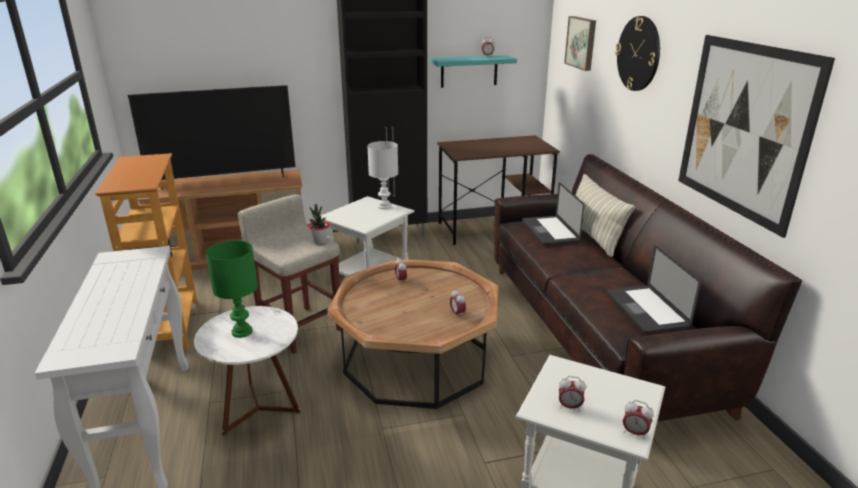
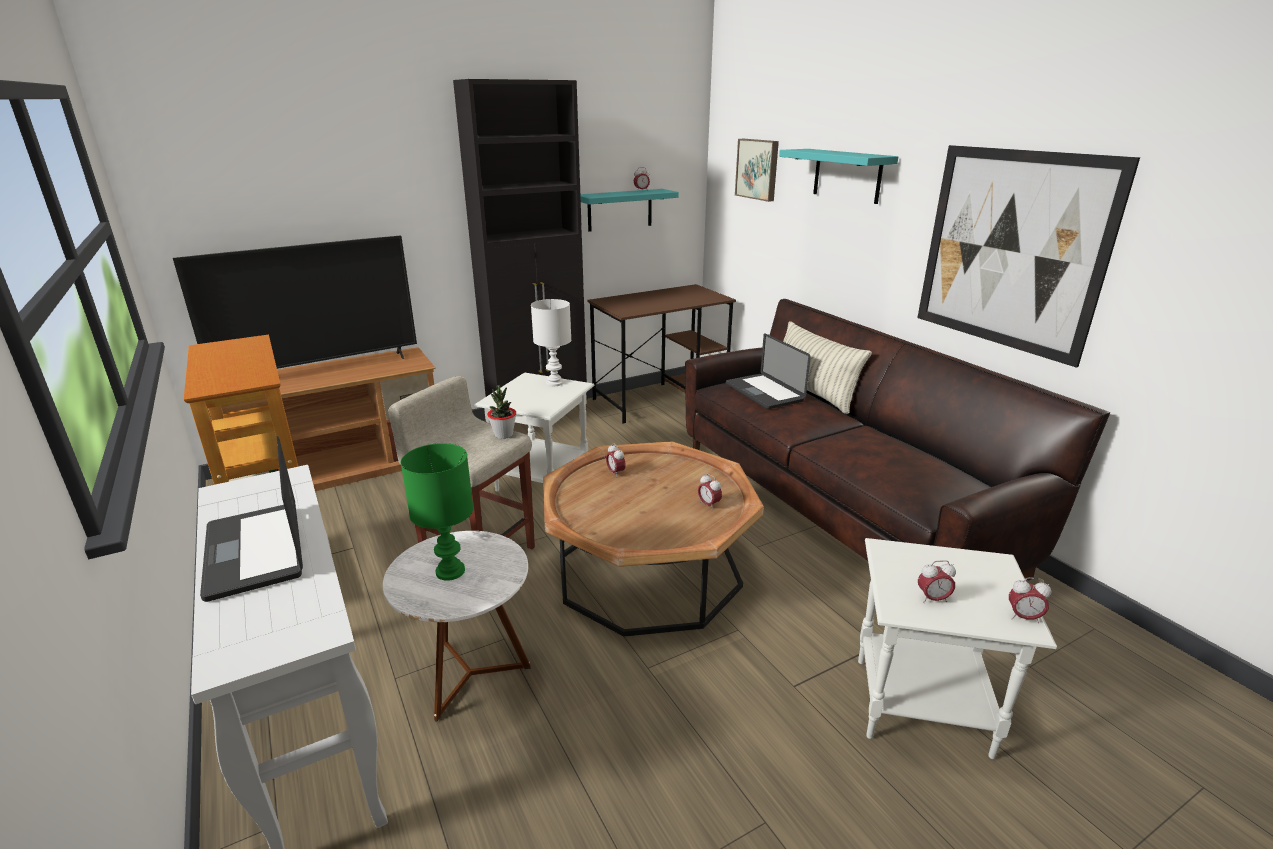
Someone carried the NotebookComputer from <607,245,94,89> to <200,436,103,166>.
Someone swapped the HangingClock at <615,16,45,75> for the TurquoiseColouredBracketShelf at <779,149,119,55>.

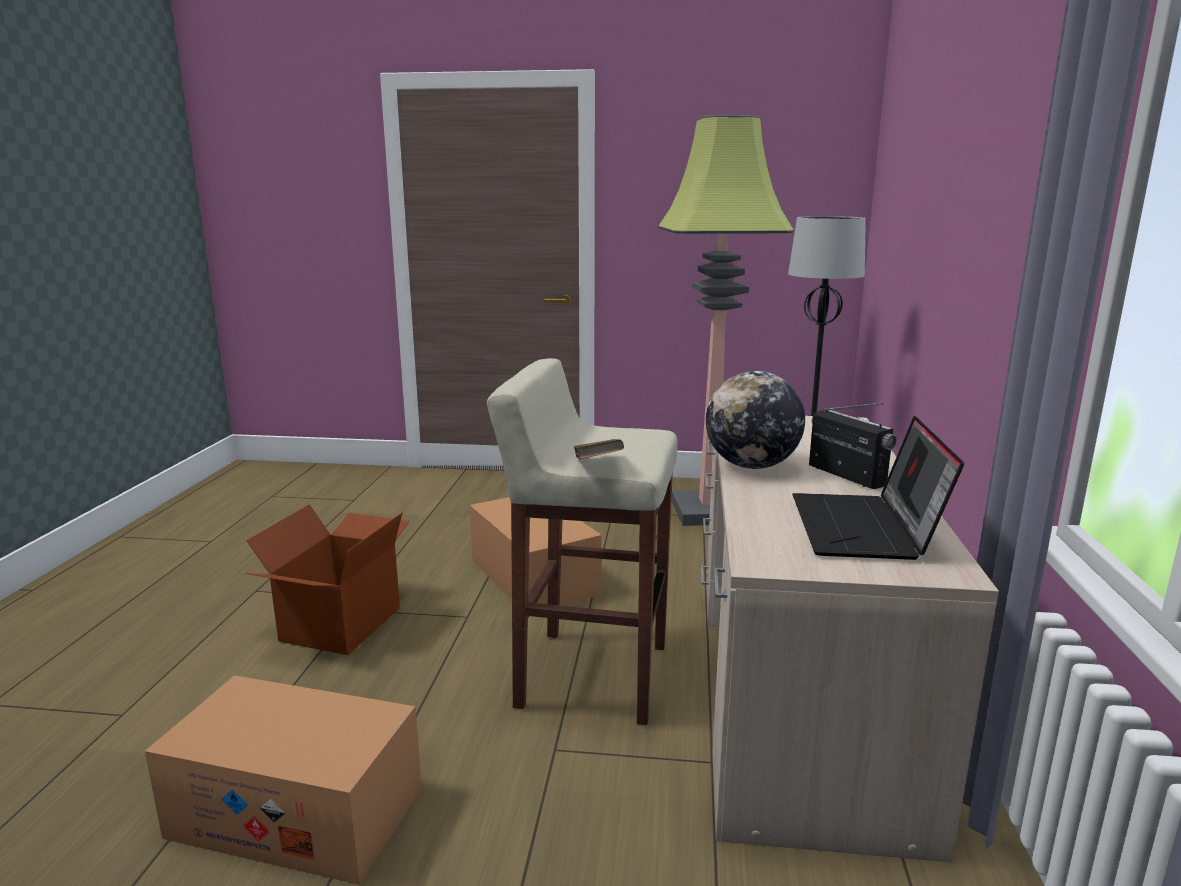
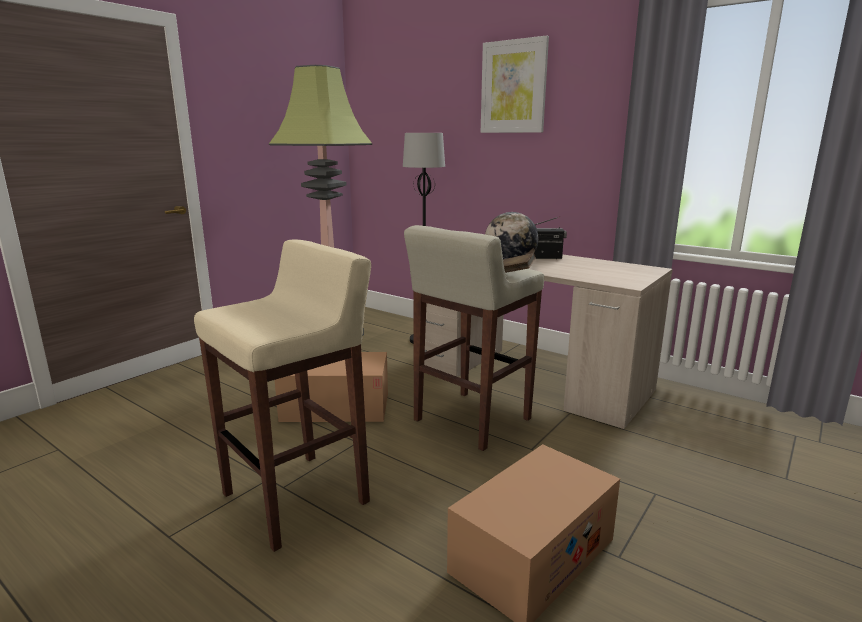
Someone swapped the CardboardBox at <245,504,164,151> for the BeigeColouredStool at <194,239,177,313>.
Someone put up the WallArt at <481,35,68,98>.
Someone took away the NotebookComputer at <792,416,172,144>.

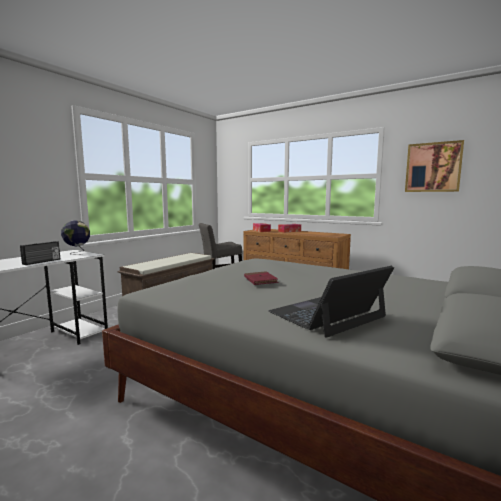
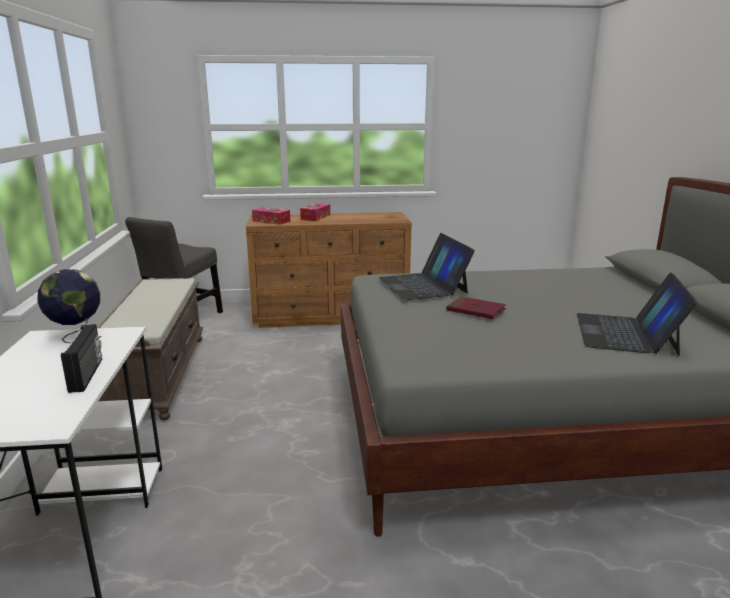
Someone put down the NotebookComputer at <379,233,96,67>.
Someone took away the WallArt at <405,140,59,52>.

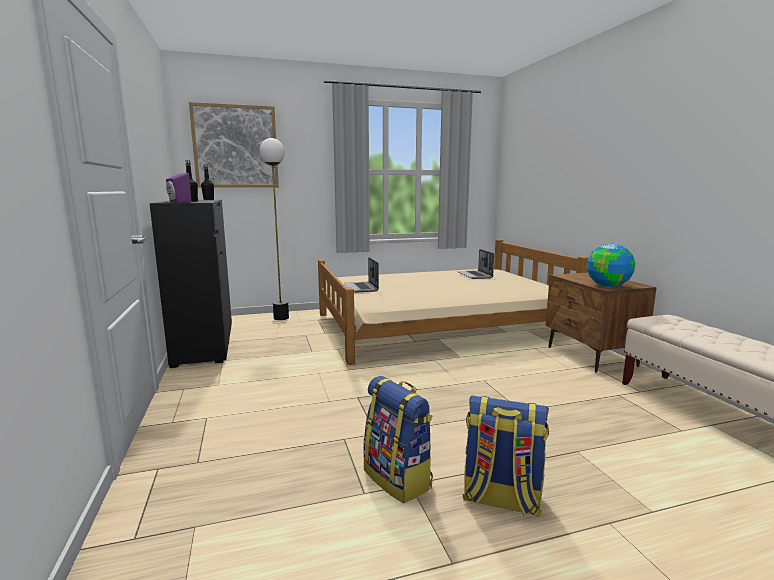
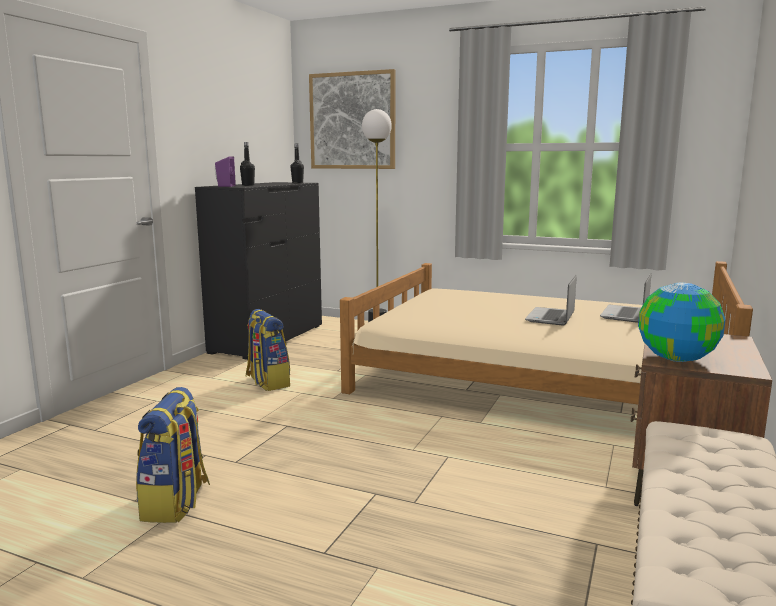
Someone carried the Rucksack from <462,396,87,121> to <245,309,45,82>.
Someone carried the NotebookComputer from <344,257,35,36> to <525,275,52,51>.

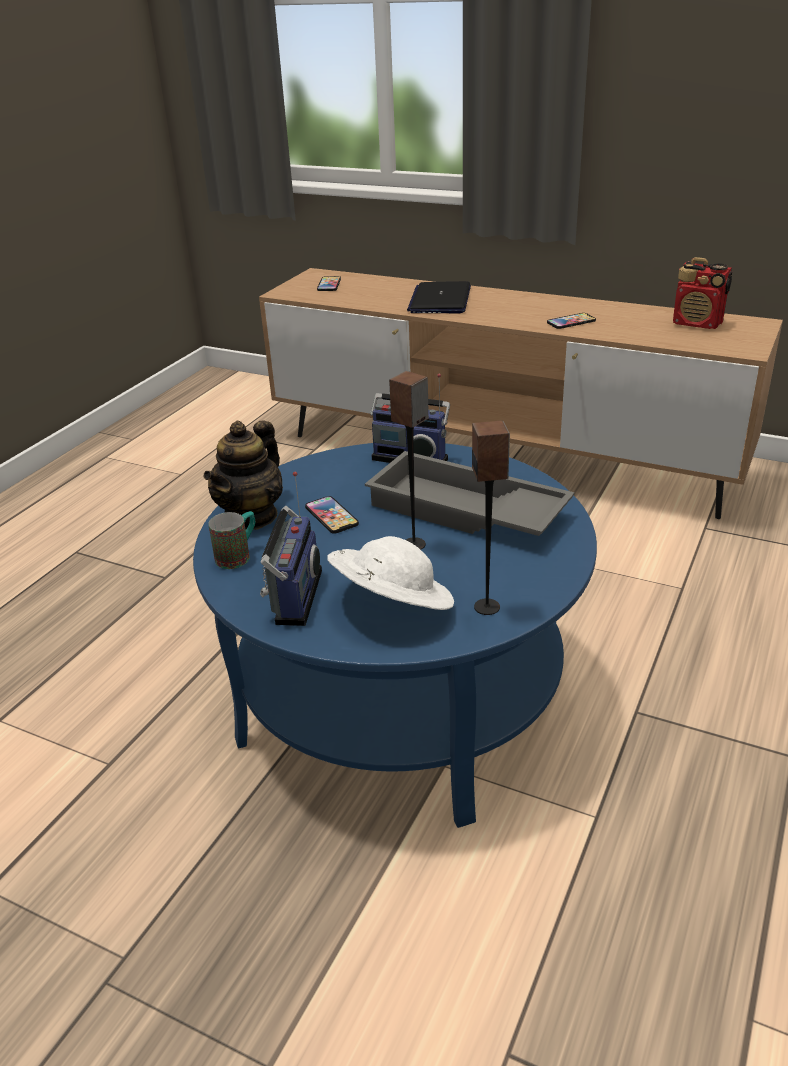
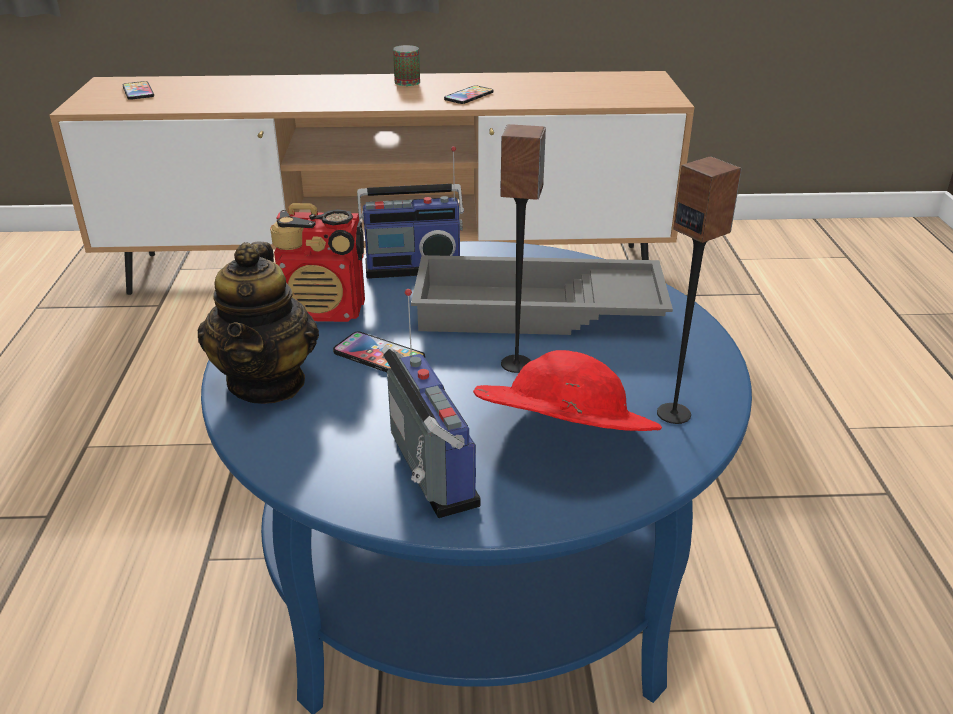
Someone carried the RadioReceiver from <673,257,59,72> to <270,203,95,119>.
Someone carried the CoffeeMug from <208,511,47,58> to <393,45,27,41>.
Someone repainted the WhitishHat at <327,536,127,74>, which became the RedHat at <473,350,189,81>.
Someone took away the NotebookComputer at <407,281,64,32>.

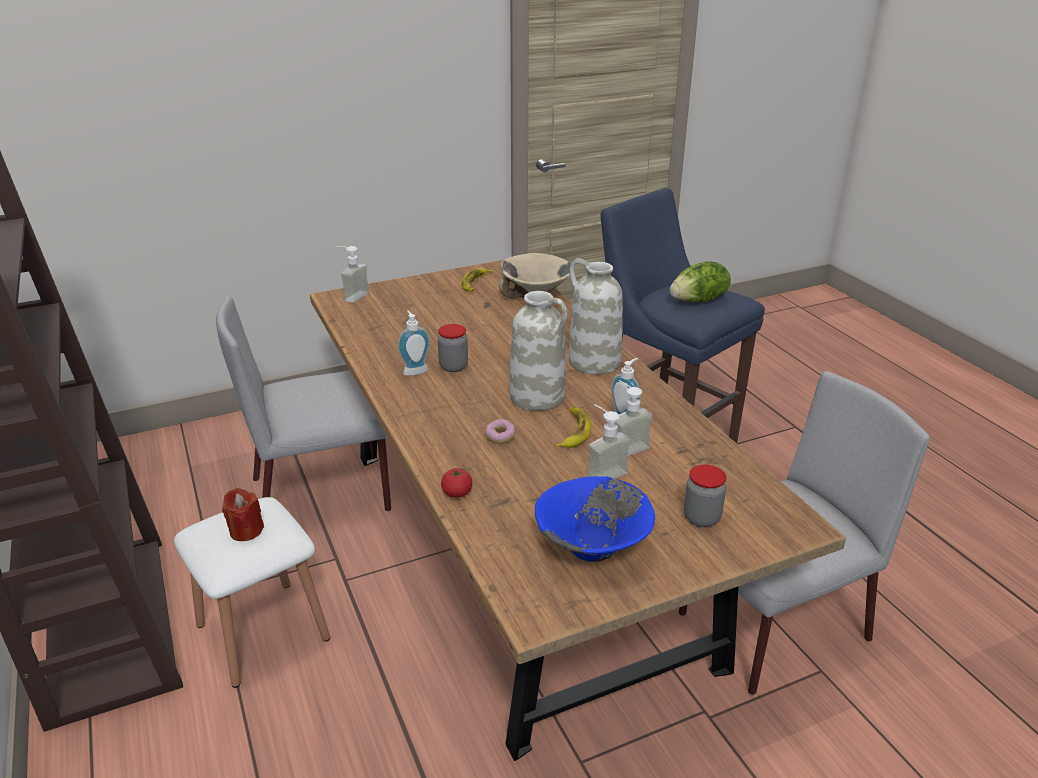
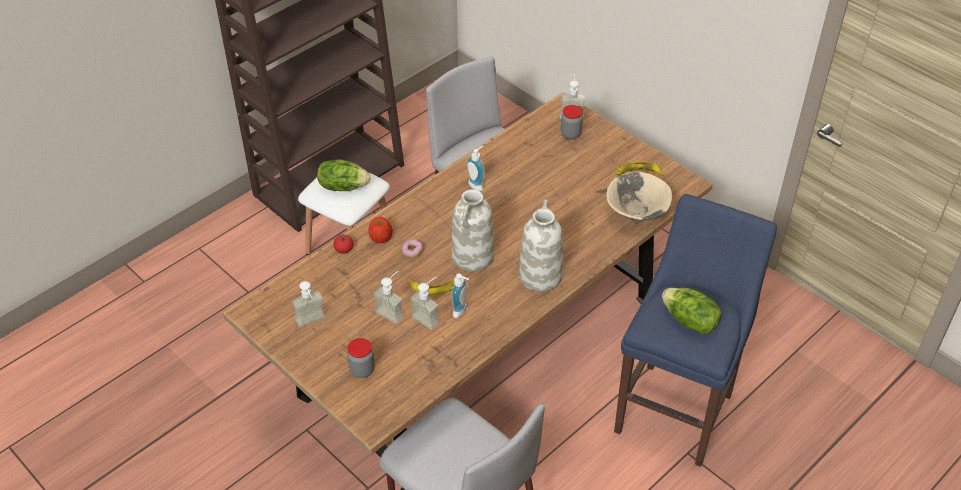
Someone swapped the BlueColouredServingBowl at <535,476,120,86> for the SoapDispenser at <292,281,33,46>.
Someone swapped the RedCandle at <222,488,42,53> for the Lettuce at <317,159,54,32>.
Someone put down the Apple at <368,217,25,26>.
Someone carried the Jar from <438,324,30,48> to <561,105,22,35>.

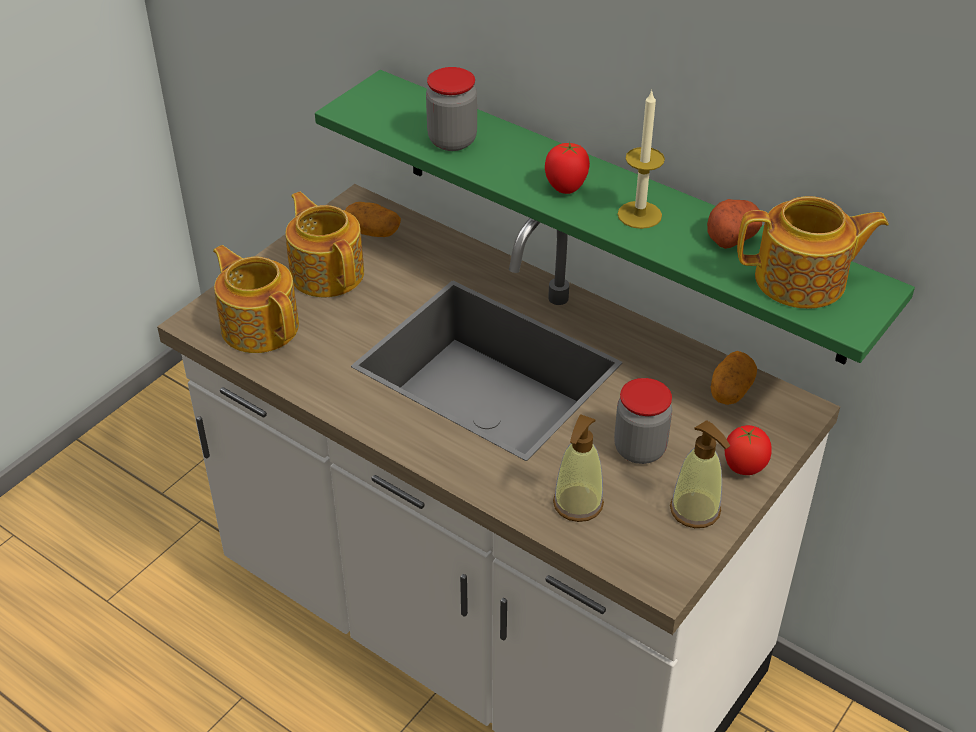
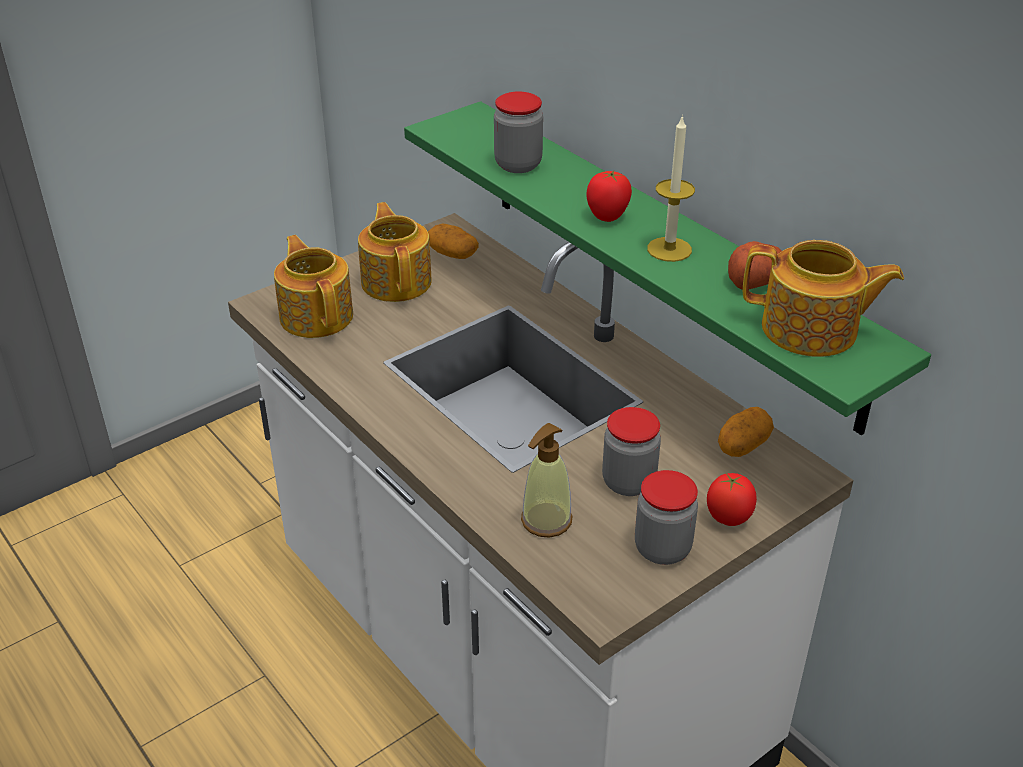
Someone swapped the SoapDispenser at <670,420,60,108> for the Jar at <635,470,63,95>.

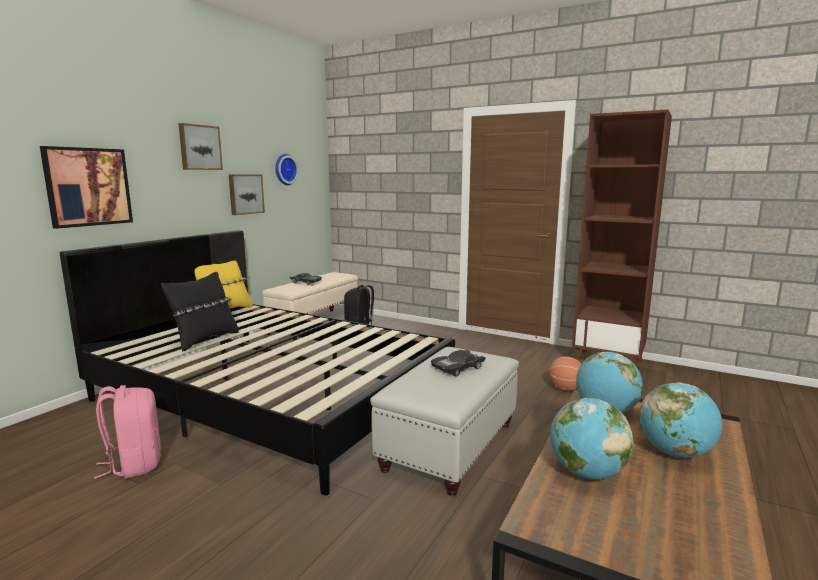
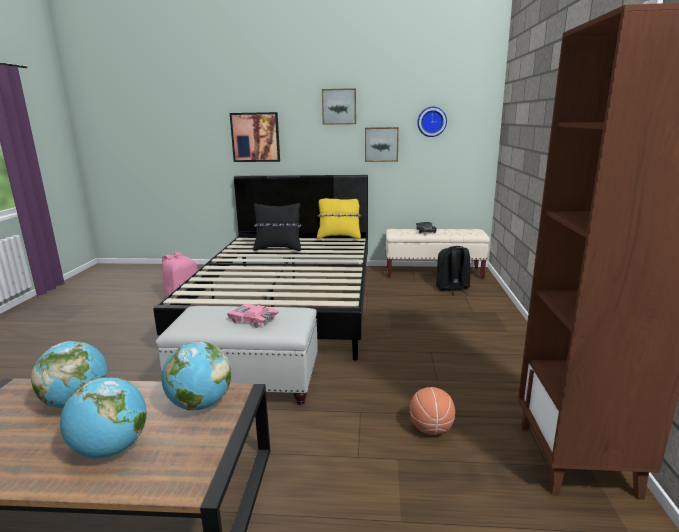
Someone repainted the BlackModelCar at <431,350,55,27>, which became the PinkModelCar at <227,304,52,24>.

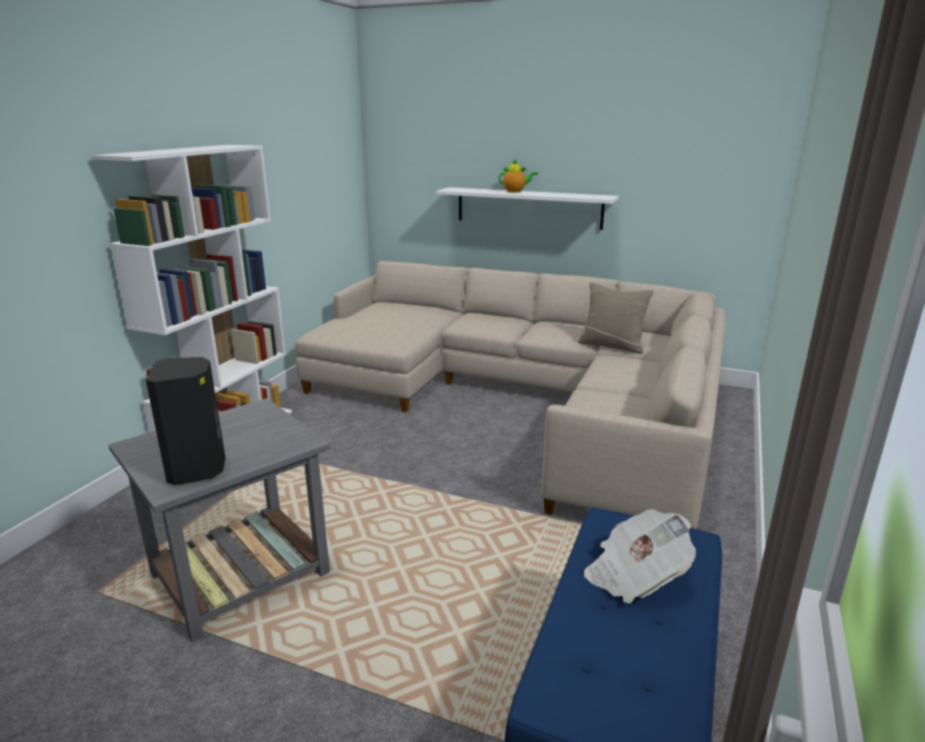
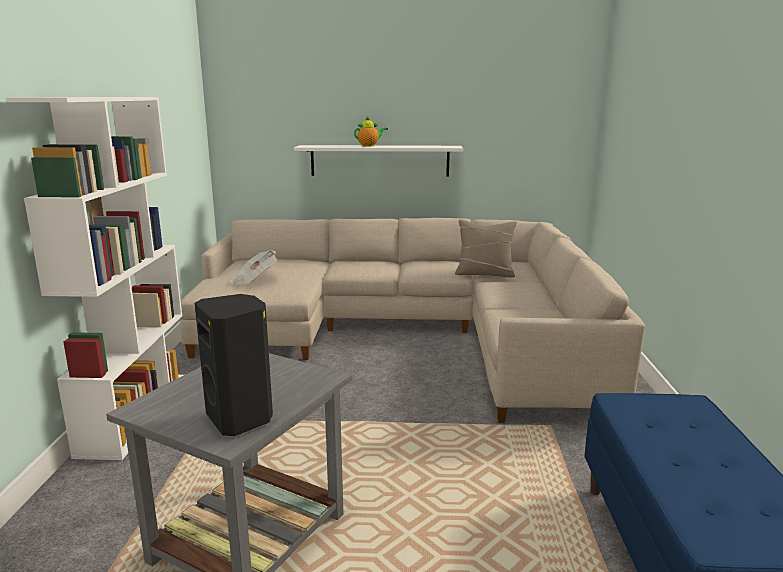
Someone carried the PrintedPaper from <584,509,112,95> to <230,250,47,34>.

